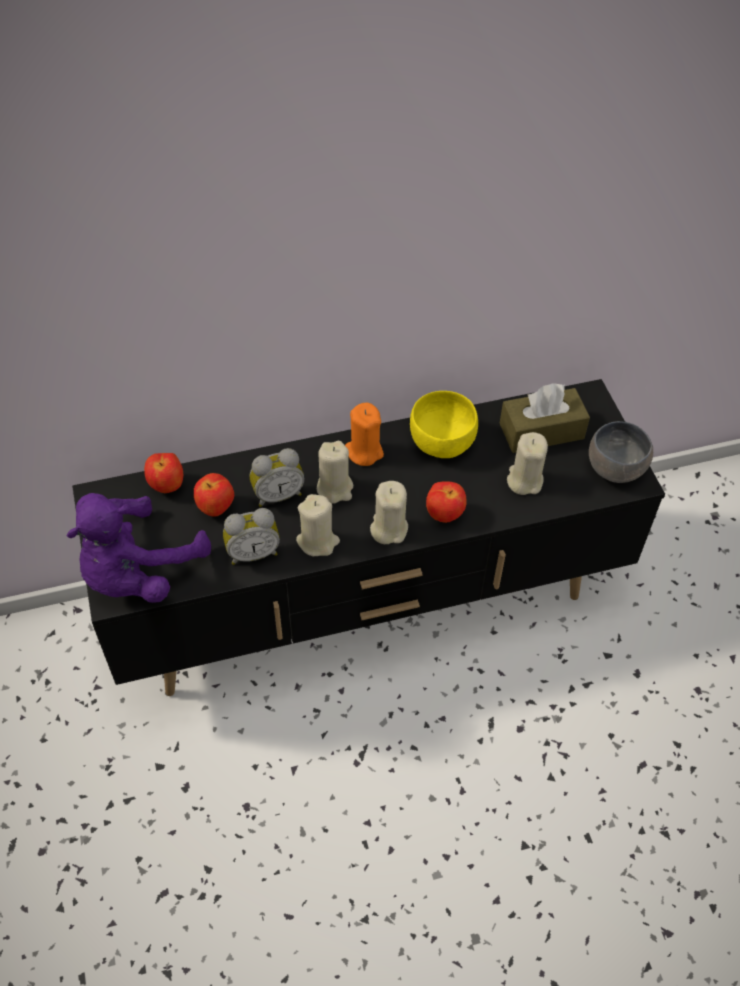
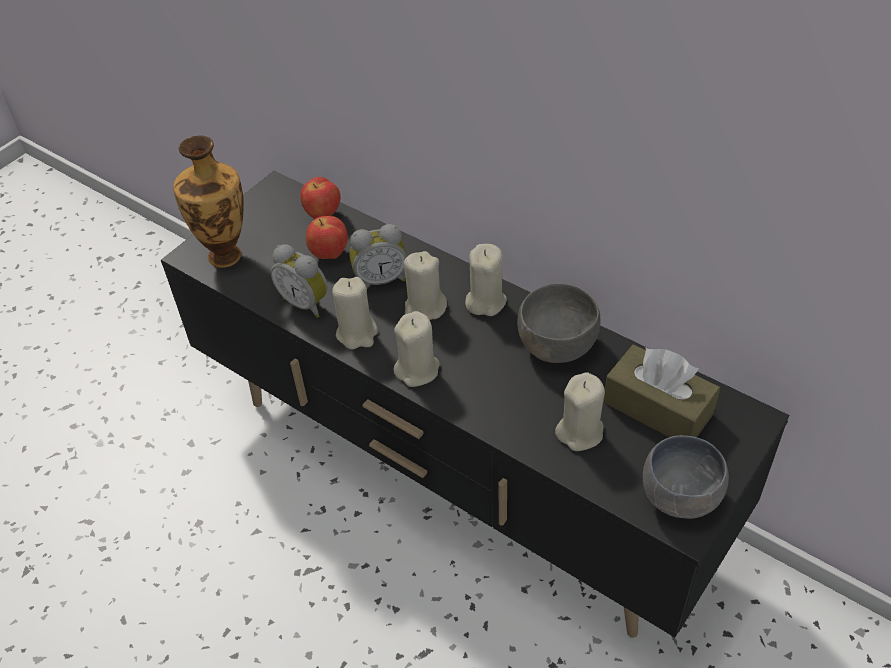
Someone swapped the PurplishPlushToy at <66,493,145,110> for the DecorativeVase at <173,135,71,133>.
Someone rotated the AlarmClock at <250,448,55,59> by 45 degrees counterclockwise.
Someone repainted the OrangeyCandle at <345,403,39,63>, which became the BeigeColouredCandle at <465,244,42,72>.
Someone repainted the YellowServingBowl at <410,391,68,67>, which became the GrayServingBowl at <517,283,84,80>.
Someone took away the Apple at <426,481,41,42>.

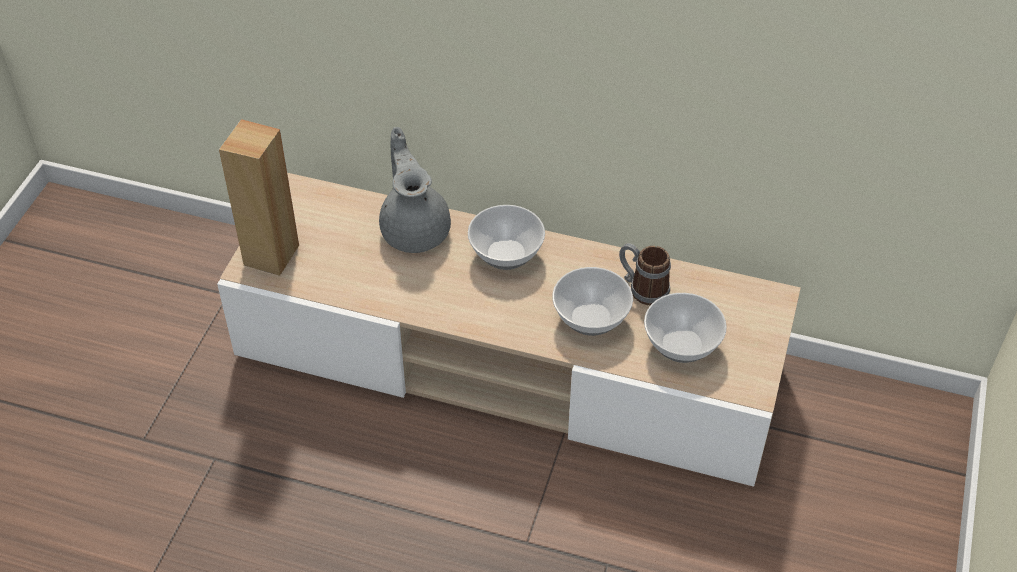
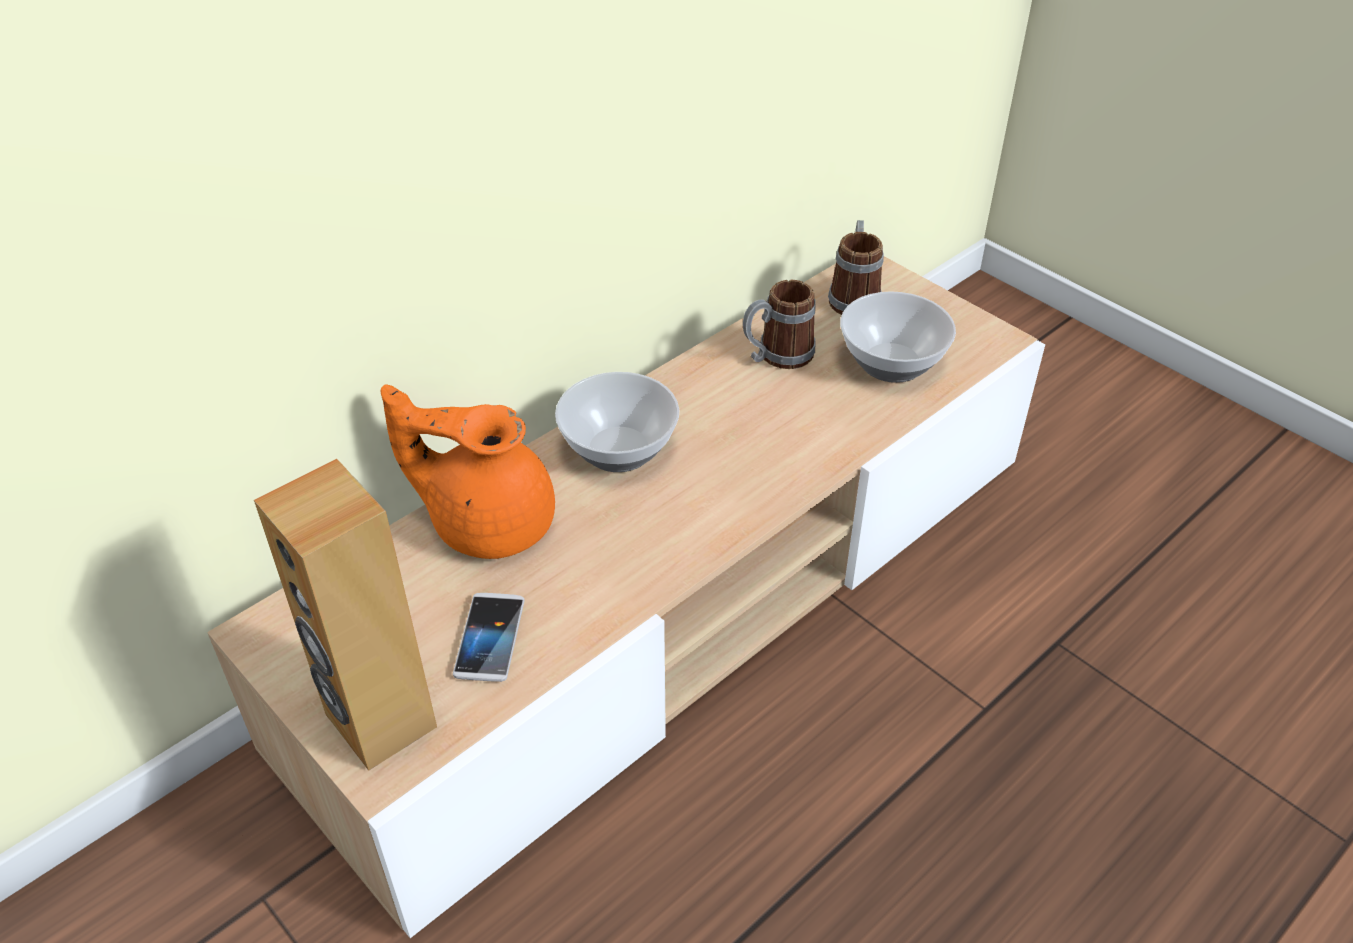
Someone repainted the GrayTeapot at <379,127,72,126>, which became the OrangeyTeapot at <381,384,174,175>.
Someone put down the Handset at <453,593,72,89>.
Someone put down the CoffeeMug at <828,220,56,95>.
Someone took away the ServingBowl at <552,267,81,69>.

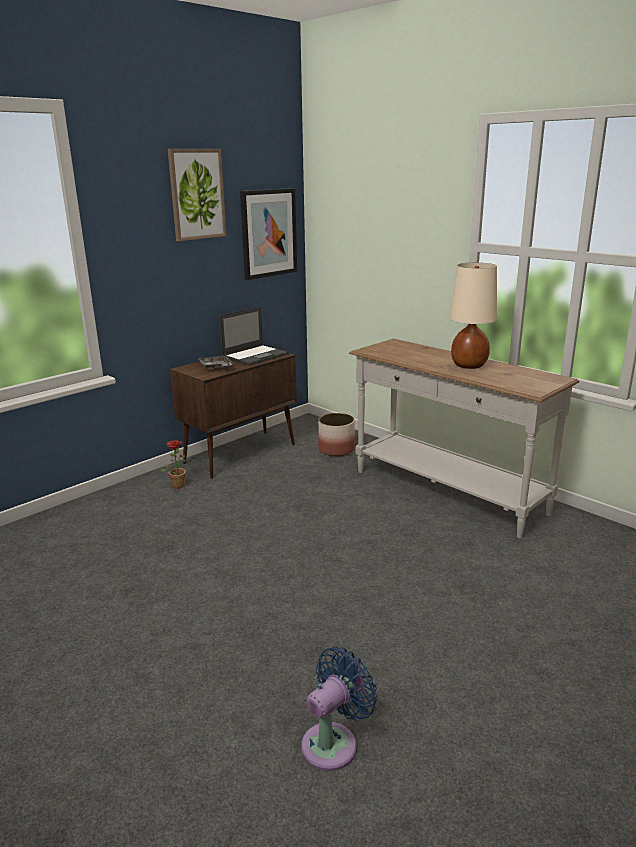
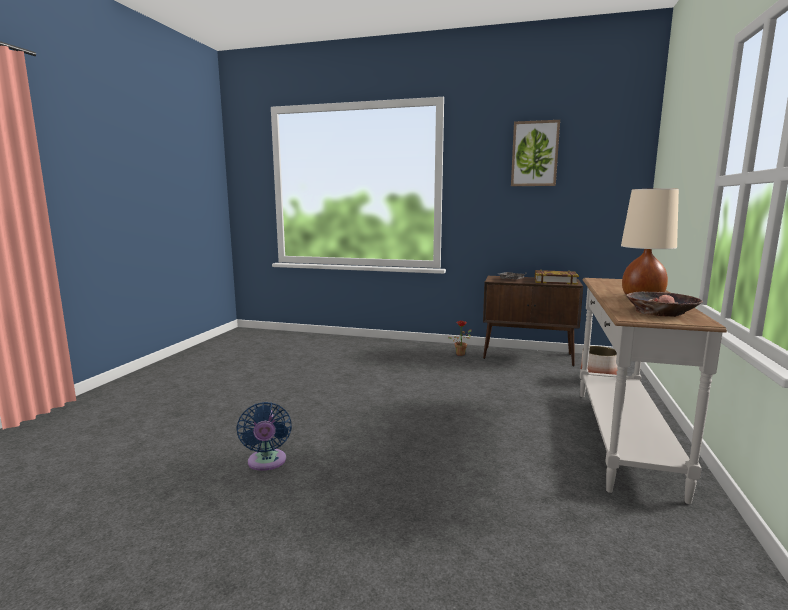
Someone rotated the BlueColouredFan at <301,647,77,124> by 60 degrees clockwise.
Someone swapped the NotebookComputer at <219,307,70,59> for the BoundBook at <535,270,44,15>.
Someone put down the ServingBowl at <626,291,77,26>.
Someone took away the WallArt at <240,188,57,92>.

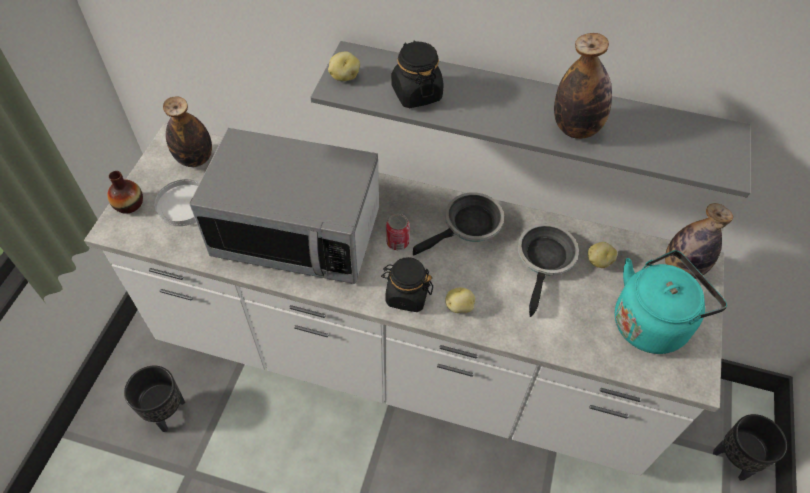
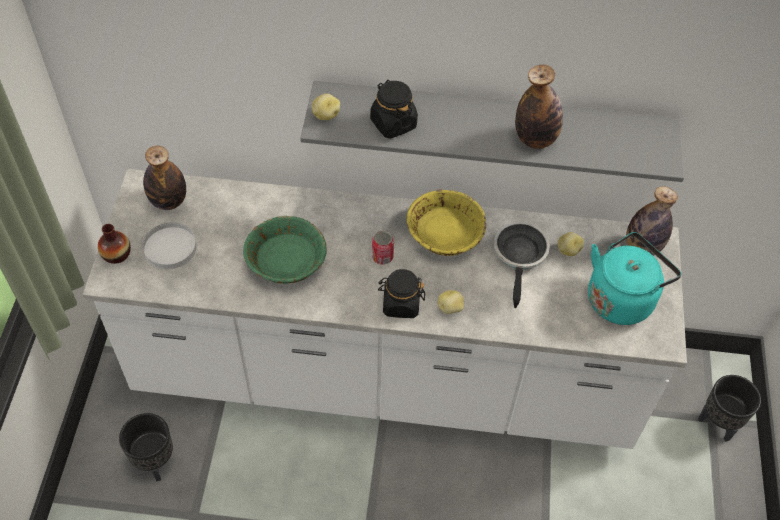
Someone swapped the Microwave at <190,128,189,156> for the GreenColouredServingBowl at <243,216,84,68>.
Someone swapped the Pan at <413,192,91,64> for the YellowServingBowl at <407,189,79,67>.

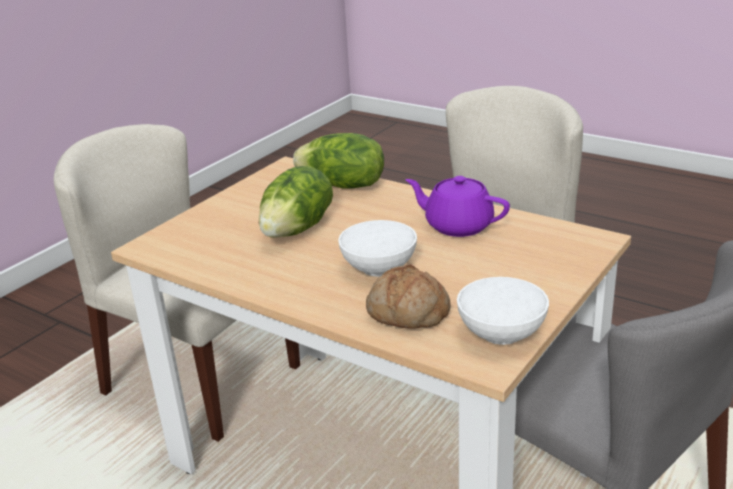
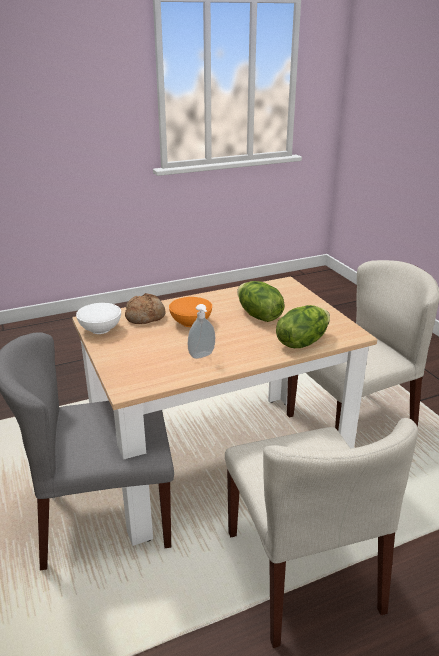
Someone repainted the WhitishServingBowl at <338,220,79,57>, which became the OrangeyServingBowl at <169,297,43,30>.
Someone swapped the PurplishTeapot at <405,176,105,61> for the SoapDispenser at <188,304,27,55>.

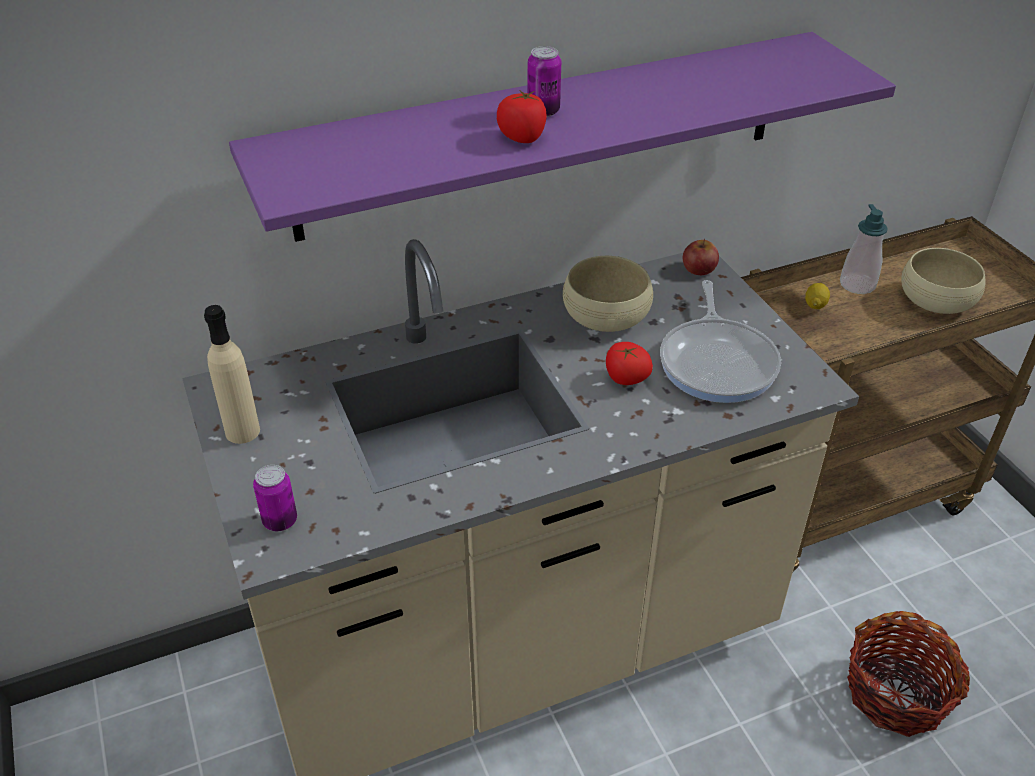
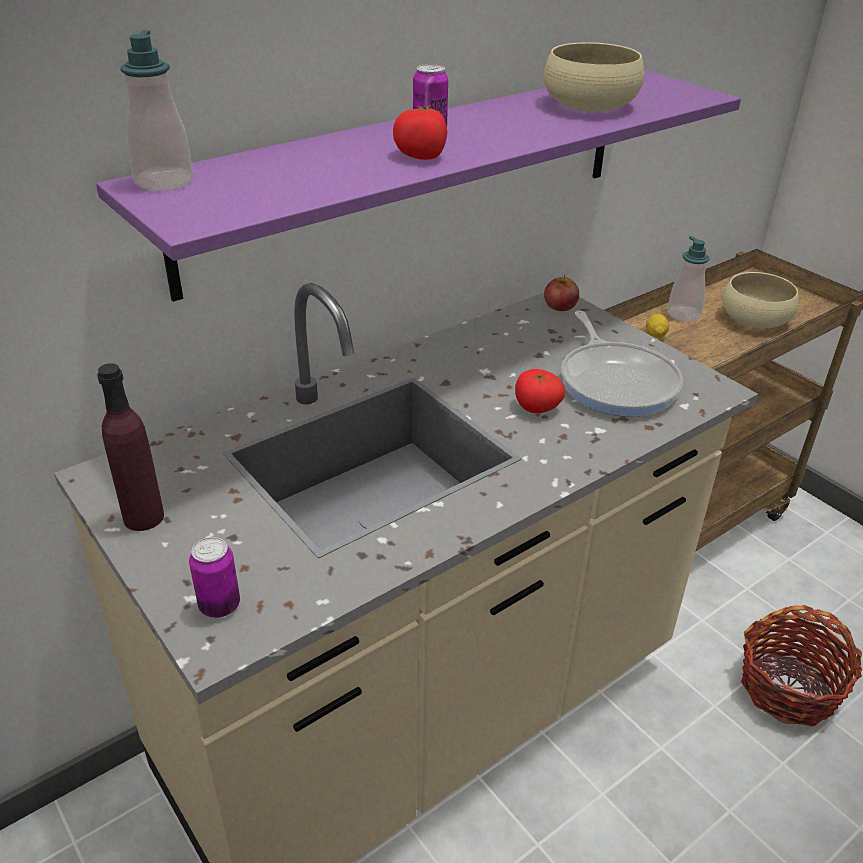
Someone repainted the BeigeColouredBottle at <204,305,56,139>, which became the PurplishBottle at <97,363,67,168>.
Someone put down the SoapDispenser at <120,30,73,161>.
Someone carried the BeigeColouredServingBowl from <563,256,90,76> to <544,42,100,70>.

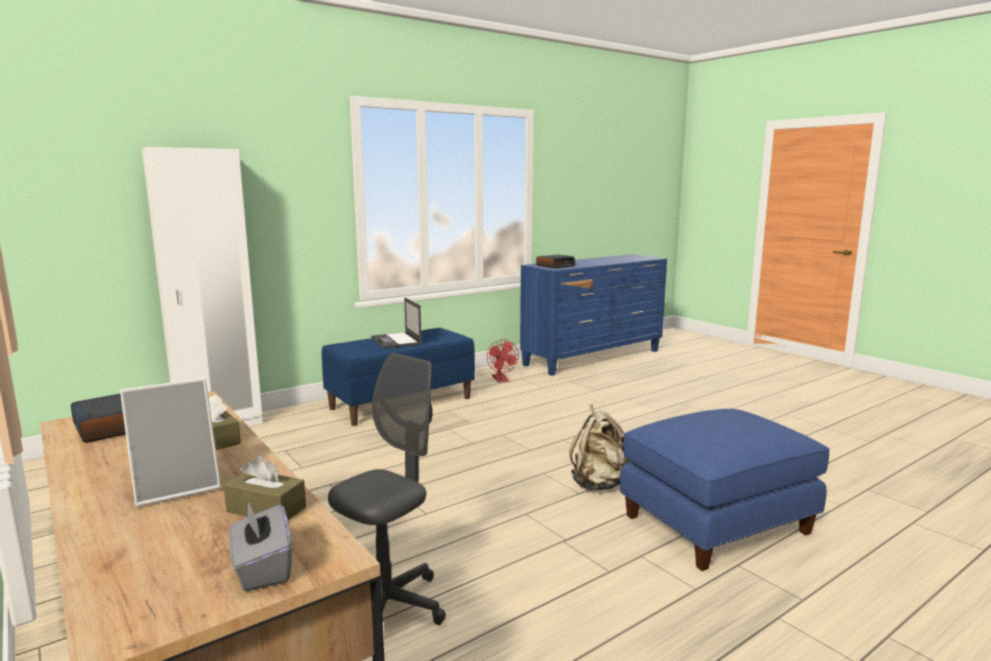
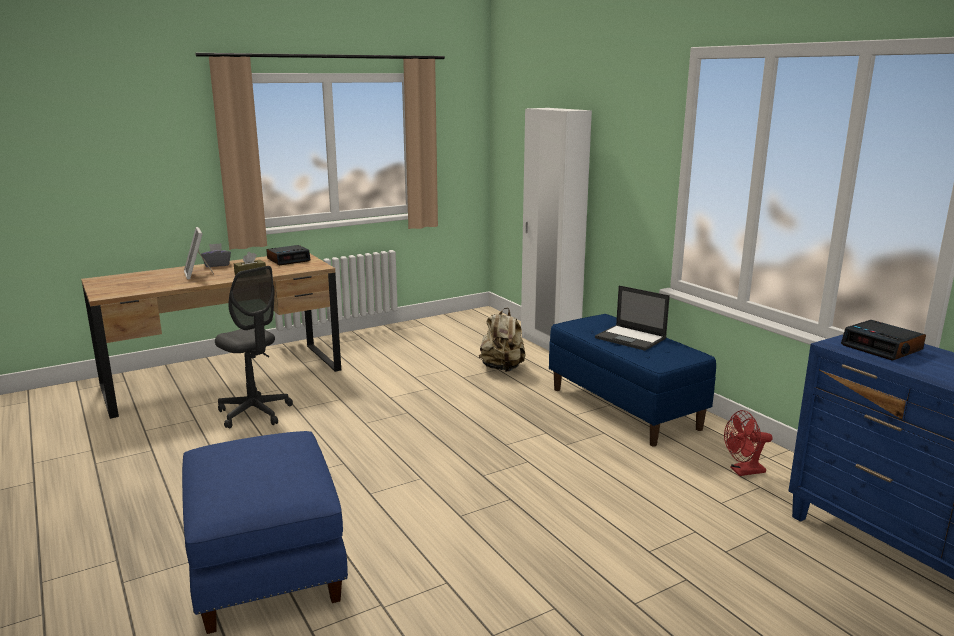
Someone carried the GrayBoxOfTissues from <229,502,63,90> to <201,243,30,24>.
Someone carried the BeigeColouredRucksack from <569,404,61,86> to <479,308,46,64>.
Someone rotated the NotebookComputer at <371,297,51,52> by 120 degrees counterclockwise.
Someone took away the BrownColouredBoxOfTissues at <224,455,82,65>.

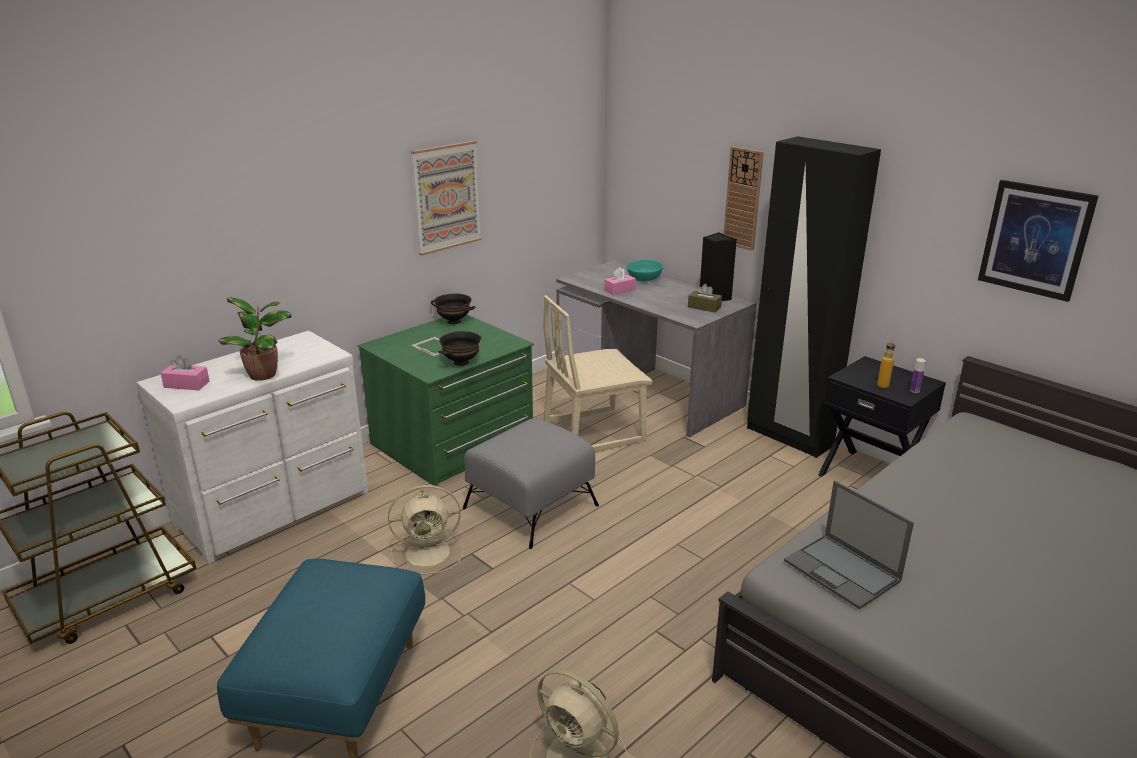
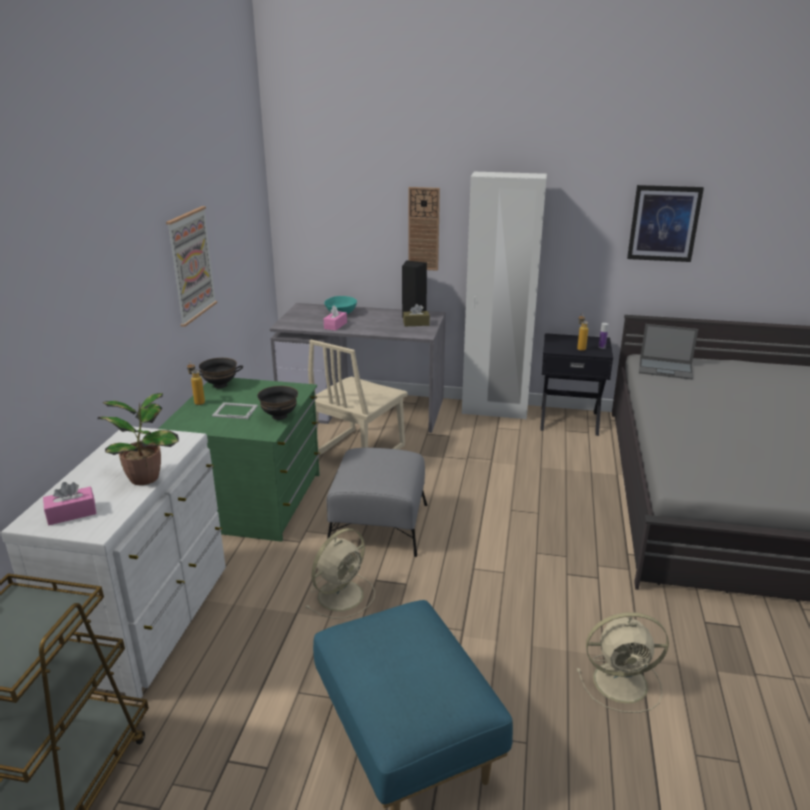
Someone put down the Bottle at <187,361,18,44>.
Someone repainted the BlackArmoire at <747,136,134,322>, which became the WhitishArmoire at <462,172,85,247>.
Someone carried the NotebookComputer from <784,481,130,128> to <639,324,59,56>.

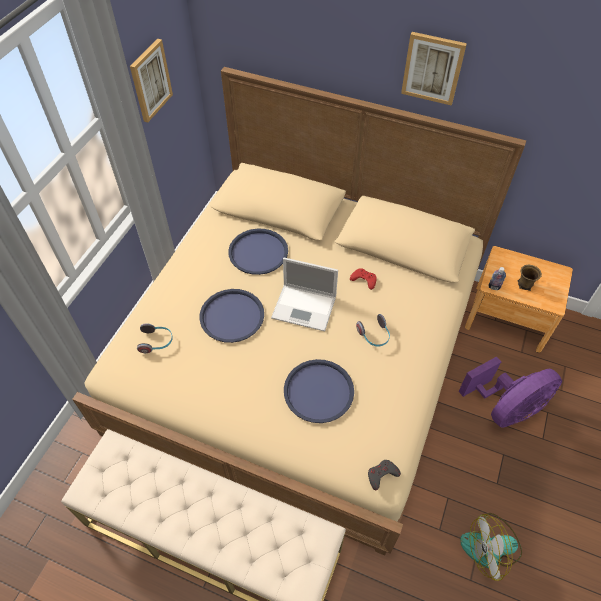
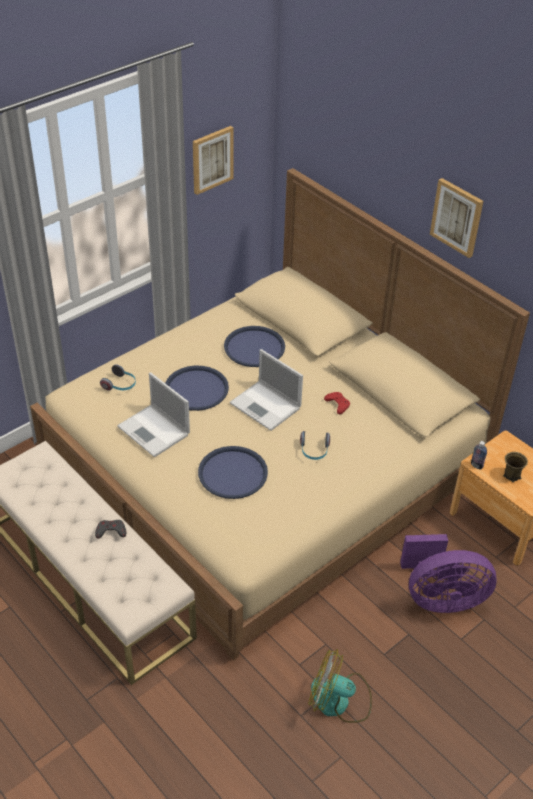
Someone carried the GrayJoypad from <368,460,33,30> to <95,520,31,18>.
Someone put down the NotebookComputer at <117,372,73,85>.

